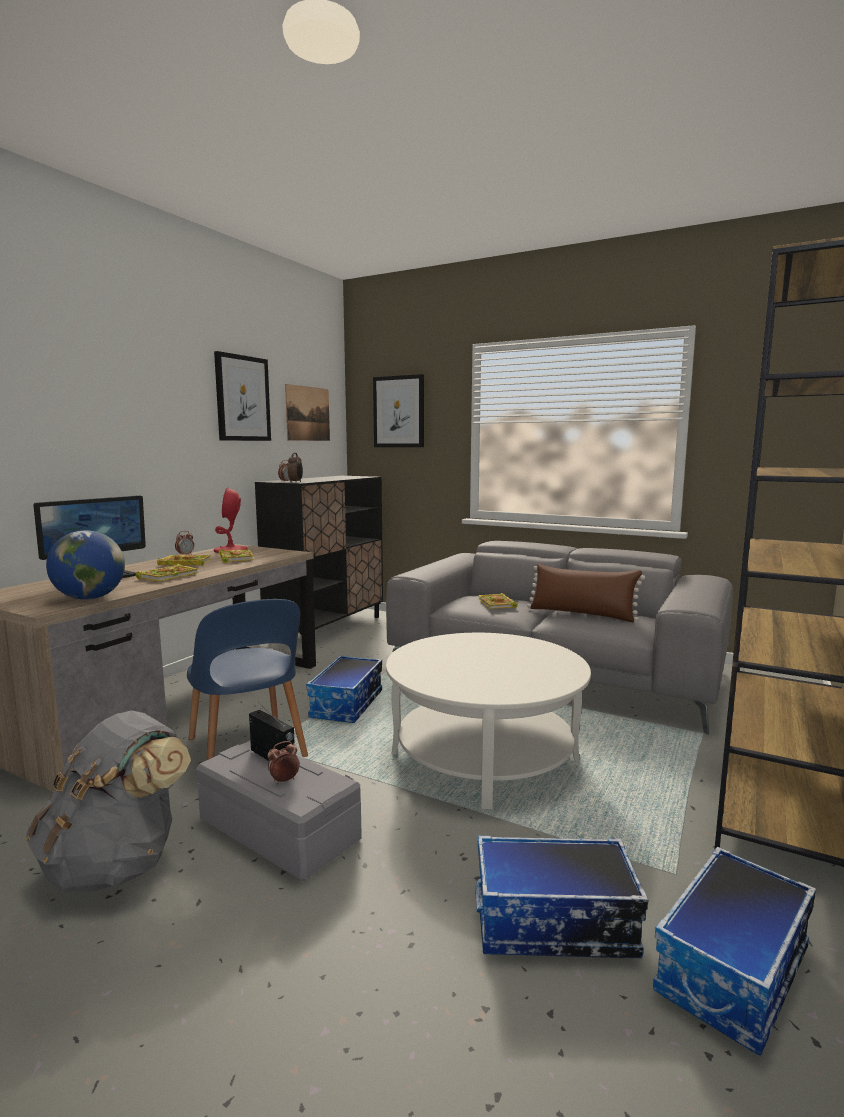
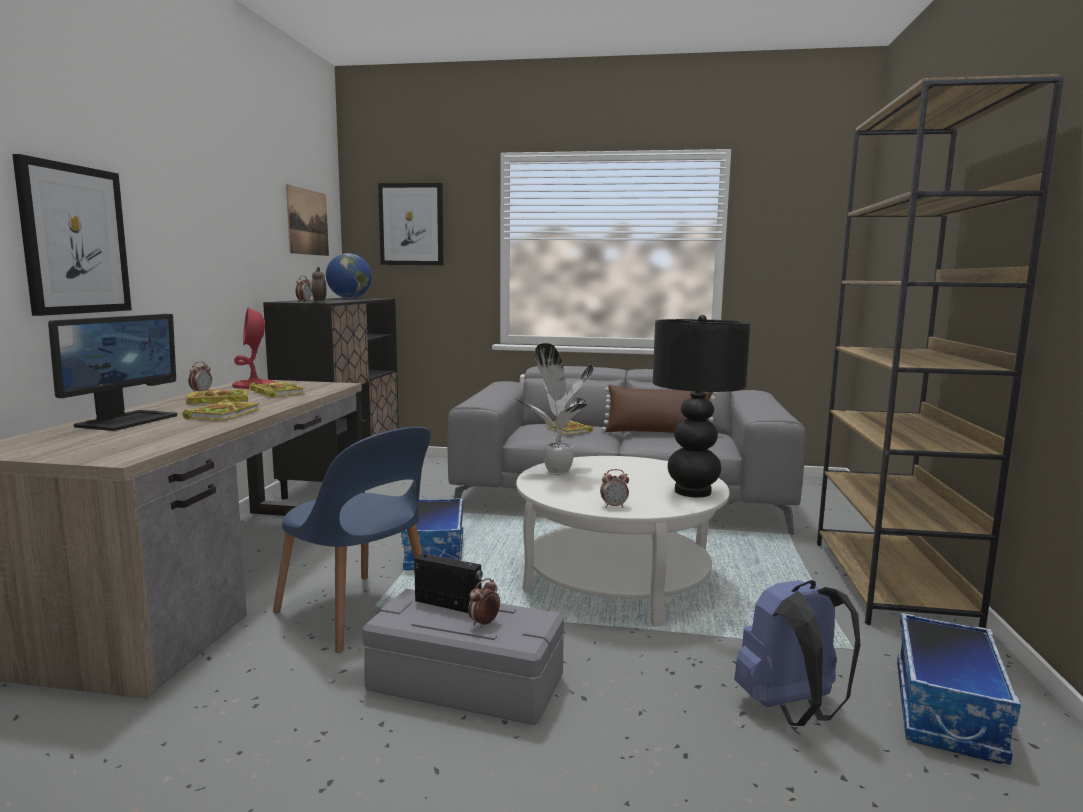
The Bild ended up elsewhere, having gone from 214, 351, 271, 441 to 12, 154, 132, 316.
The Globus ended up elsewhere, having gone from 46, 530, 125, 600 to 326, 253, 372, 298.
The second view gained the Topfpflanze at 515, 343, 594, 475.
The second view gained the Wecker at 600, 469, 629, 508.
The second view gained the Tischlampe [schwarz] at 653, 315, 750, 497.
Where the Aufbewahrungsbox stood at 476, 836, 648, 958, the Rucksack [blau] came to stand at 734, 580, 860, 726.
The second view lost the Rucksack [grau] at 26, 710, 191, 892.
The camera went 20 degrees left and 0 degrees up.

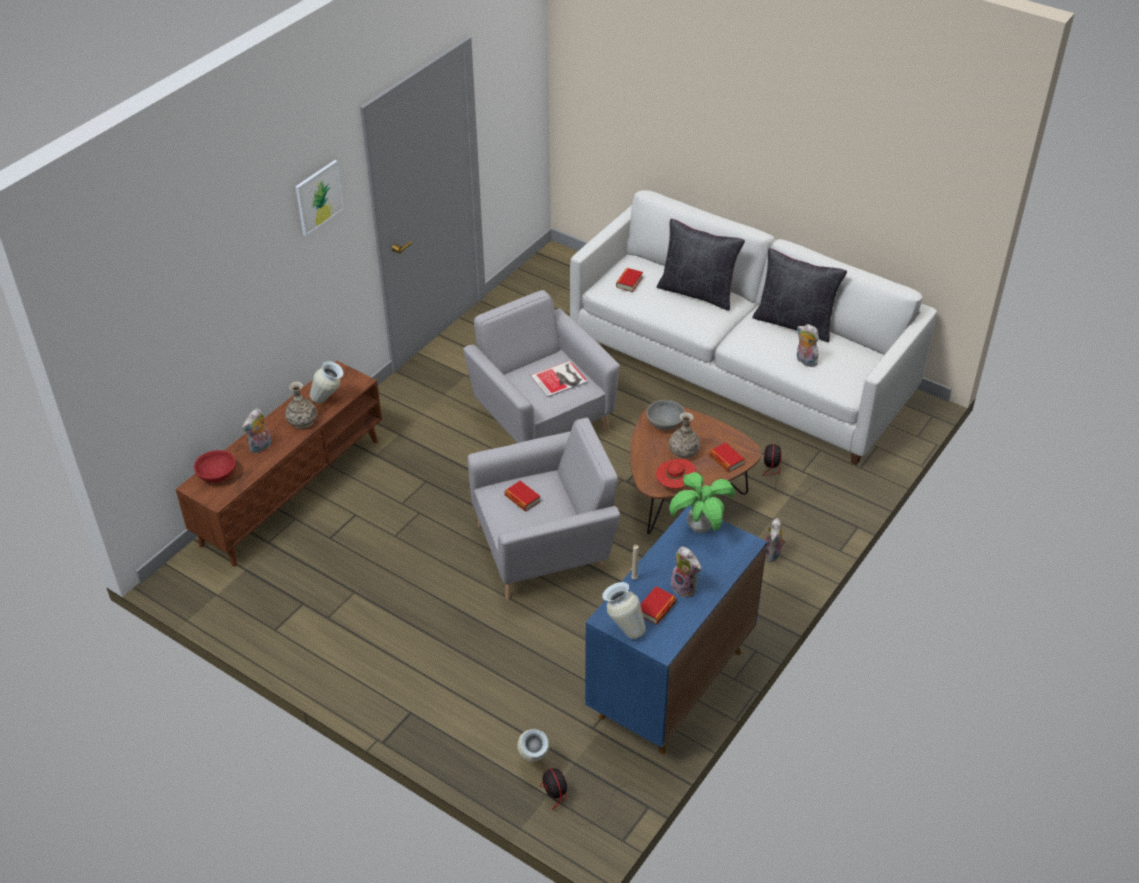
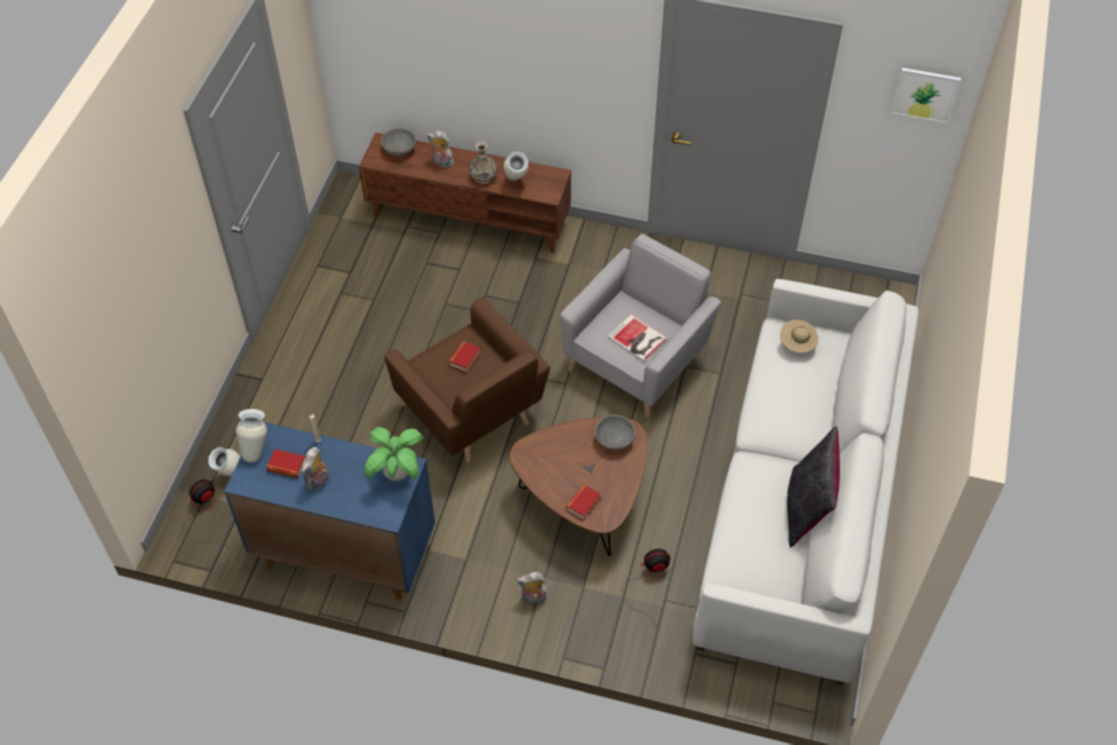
What was the Schüssel [rot] at 194, 450, 236, 483 turned into the Schüssel [grau] at 381, 128, 416, 156.
What was the Sessel [grau] at 468, 418, 620, 600 turned into the Sessel [braun] at 384, 297, 550, 462.
Where the Buch stood at 616, 268, 643, 292, the Hut [beige] came to stand at 780, 320, 819, 353.
The Bild ended up elsewhere, having gone from 295, 160, 344, 236 to 891, 68, 961, 124.
The second view lost the Hut [rot] at 656, 458, 696, 488.
The second view lost the Kissen [schwarz] at 657, 219, 745, 311.
The second view lost the Vase at 669, 412, 700, 459.
The second view lost the Plüschtier at 797, 324, 819, 367.
The camera went 70 degrees right and 10 degrees up.

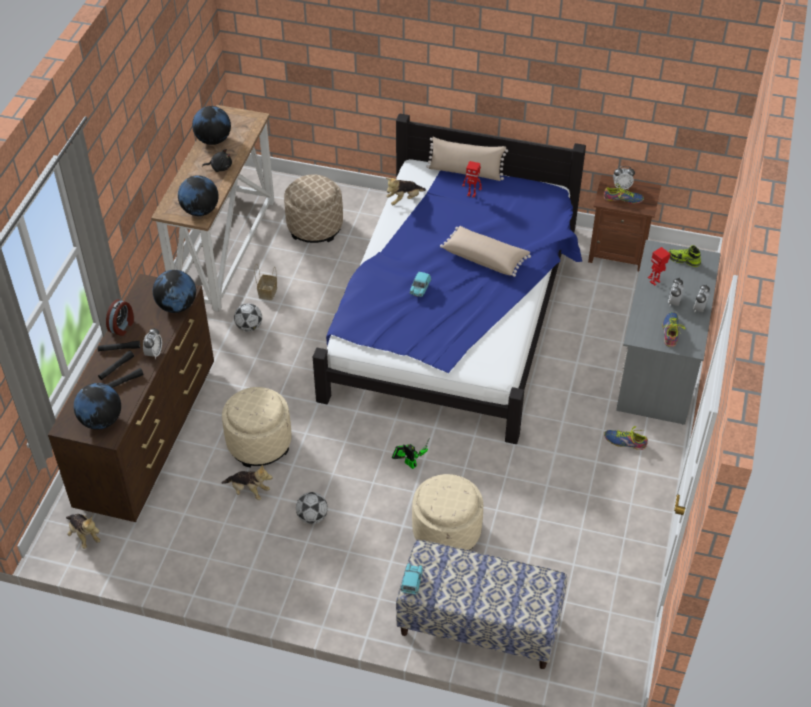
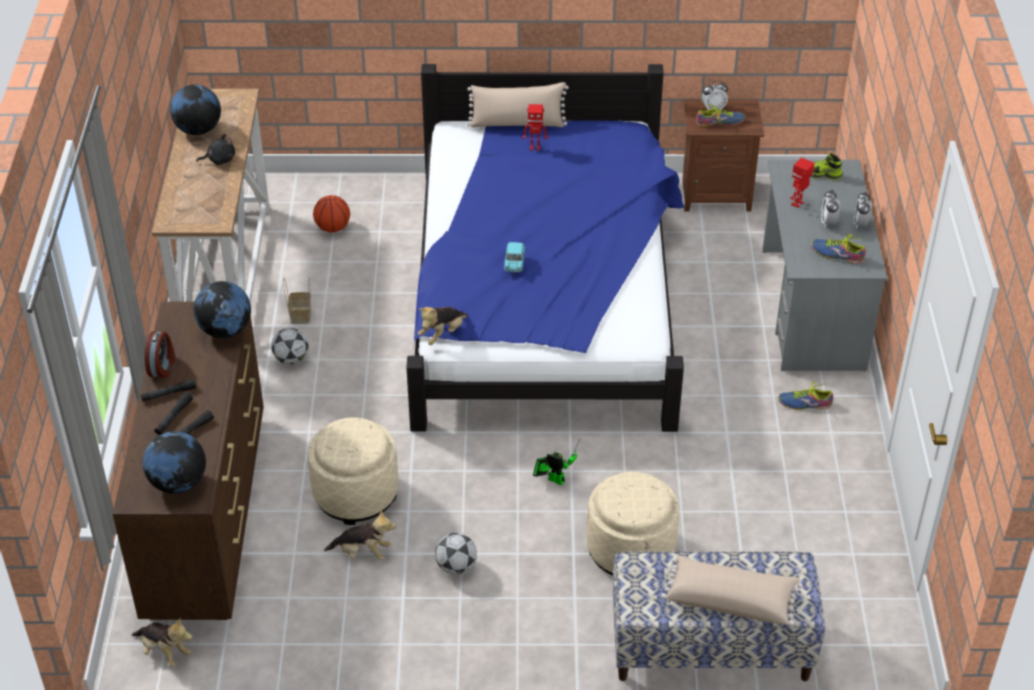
Where the Polsterhocker [beige] stood at 284, 175, 343, 243, the Basketball came to stand at 313, 195, 350, 233.
The Plüschtier ended up elsewhere, having gone from 386, 178, 426, 205 to 418, 307, 468, 345.
The Kissen [beige] ended up elsewhere, having gone from 440, 226, 531, 277 to 661, 555, 803, 626.
The Schuh at 662, 312, 686, 347 ended up facing another way, 60 degrees counterclockwise from before.
The second view lost the Wecker at 143, 328, 162, 359.
The second view lost the Globus at 178, 175, 219, 216.
The second view lost the Spielzeugauto [türkis] at 401, 563, 423, 594.
The camera went 15 degrees left and 5 degrees down.

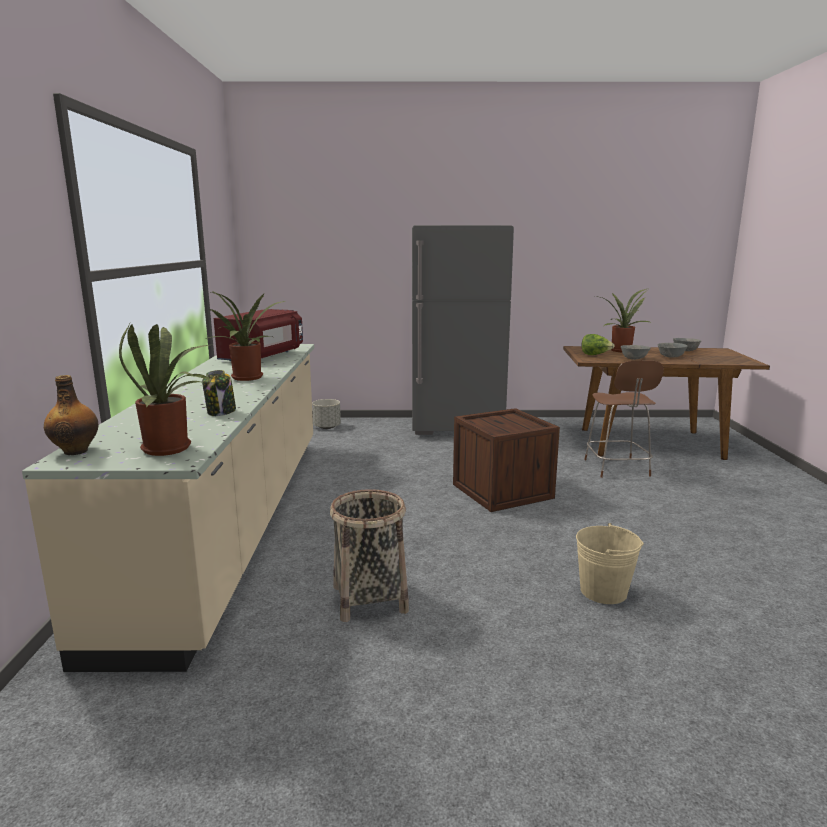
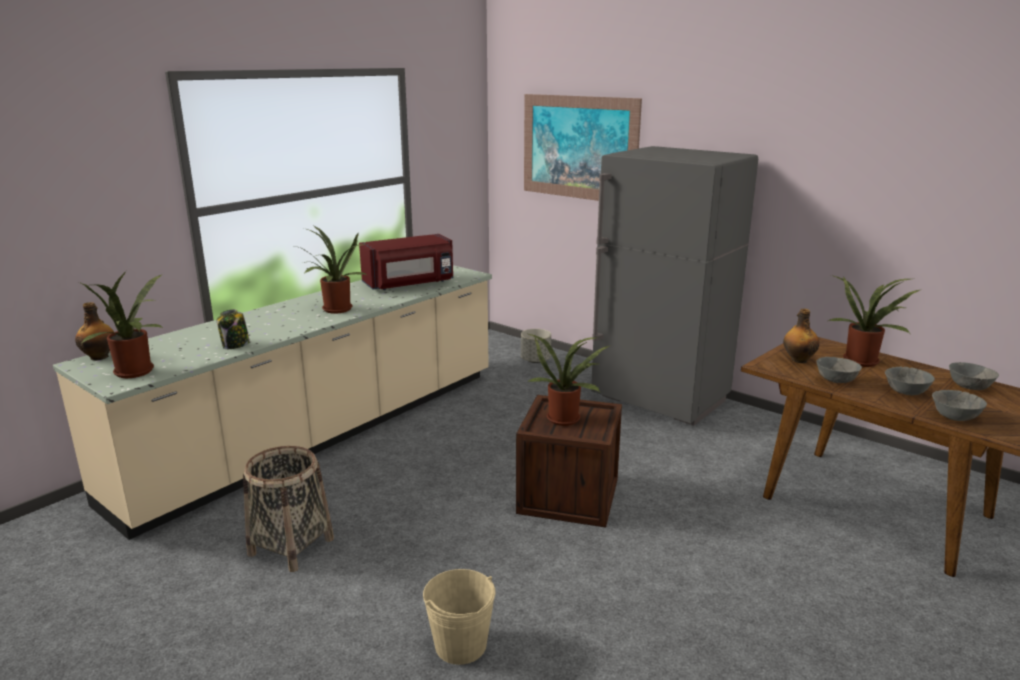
The second view gained the Bild at 524, 94, 642, 201.
The second view gained the Topfpflanze at 529, 334, 609, 426.
Where the Salatkopf stood at 581, 334, 615, 355, the Flasche came to stand at 783, 309, 819, 363.
The second view gained the Schüssel [grau] at 932, 390, 987, 421.
The second view lost the Stuhl [braun] at 584, 360, 664, 478.
The camera went 40 degrees right and 5 degrees up.

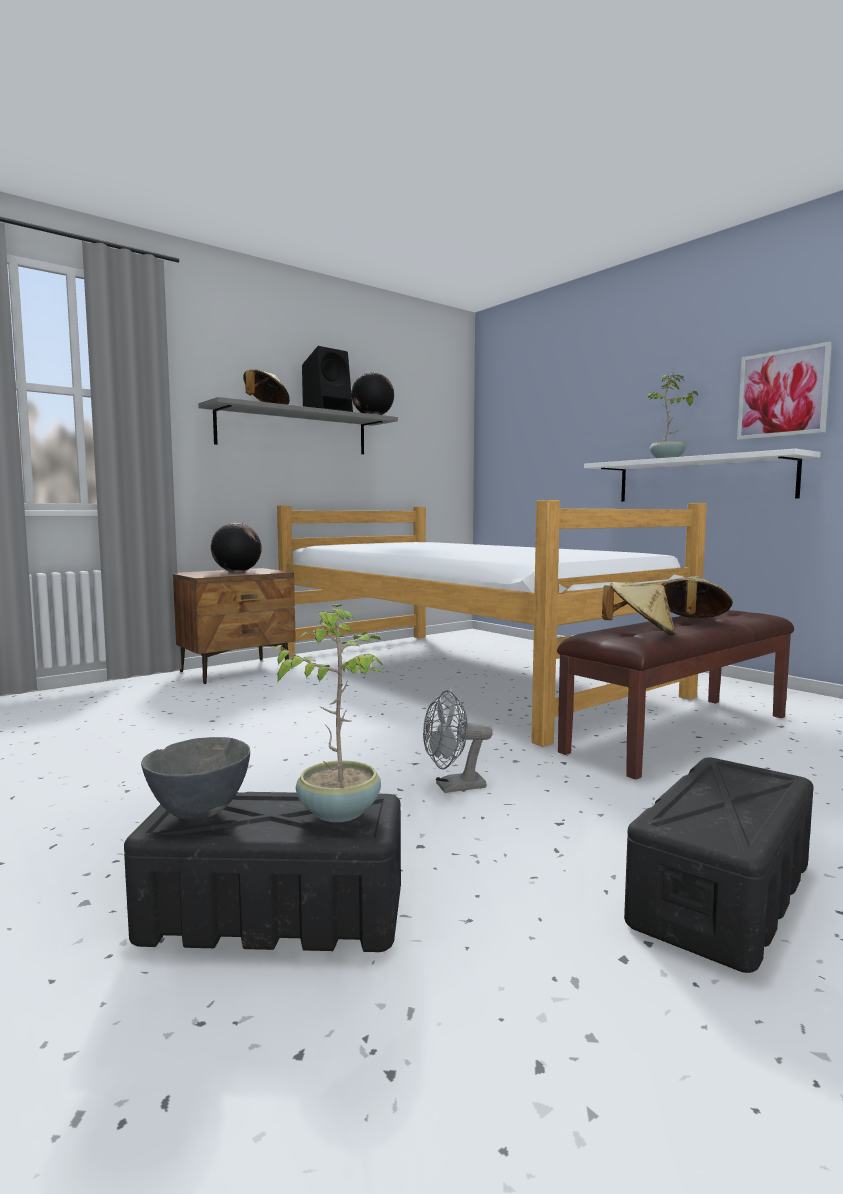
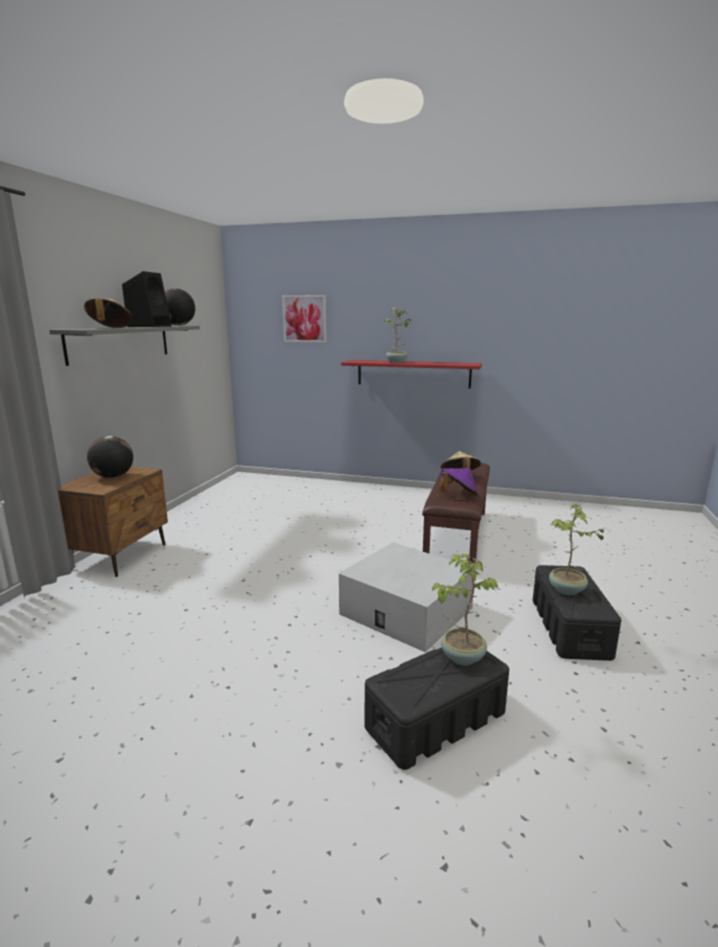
The Bild ended up elsewhere, having gone from 737, 342, 832, 440 to 282, 295, 327, 343.
Where the Ventilator [grau] stood at 423, 690, 493, 793, the Aufbewahrungsbox [weiß] came to stand at 339, 542, 473, 652.
What was the Wandregal [weiß] at 584, 449, 821, 502 turned into the Wandregal [rot] at 341, 360, 482, 389.
What was the Hut [beige] at 602, 582, 675, 636 turned into the Hut [lila] at 440, 468, 479, 496.
The second view gained the Topfpflanze at 549, 503, 605, 595.
The second view lost the Schüssel [grau] at 141, 737, 250, 820.
The second view lost the Bett at 277, 500, 707, 747.
The camera went 35 degrees left and 10 degrees up.

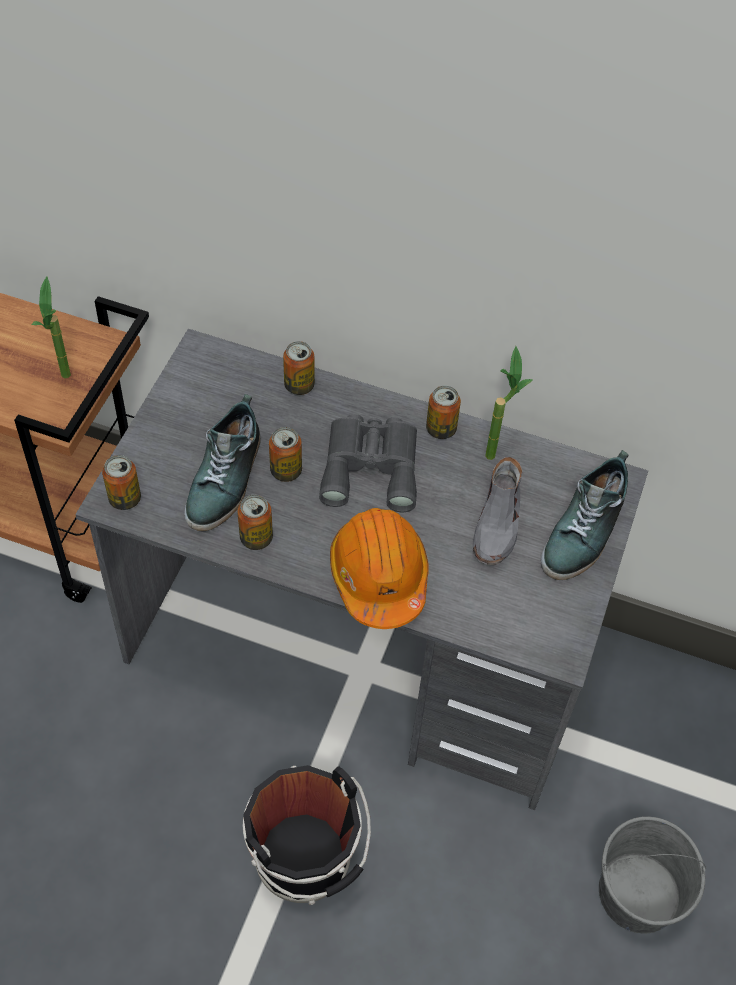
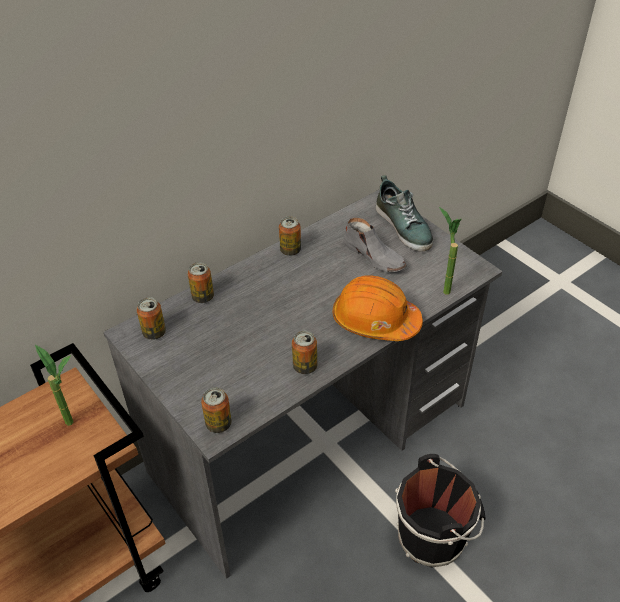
The Dose ended up elsewhere, having gone from 269, 427, 302, 482 to 136, 297, 166, 340.
The Topfpflanze ended up elsewhere, having gone from 485, 346, 533, 460 to 439, 207, 461, 295.
The second view lost the Schuh at 184, 394, 260, 531.
The second view lost the Fernglas [grau] at 319, 414, 417, 512.
The second view lost the Eimer [grau] at 599, 816, 706, 934.
The camera went 55 degrees left and 10 degrees down.

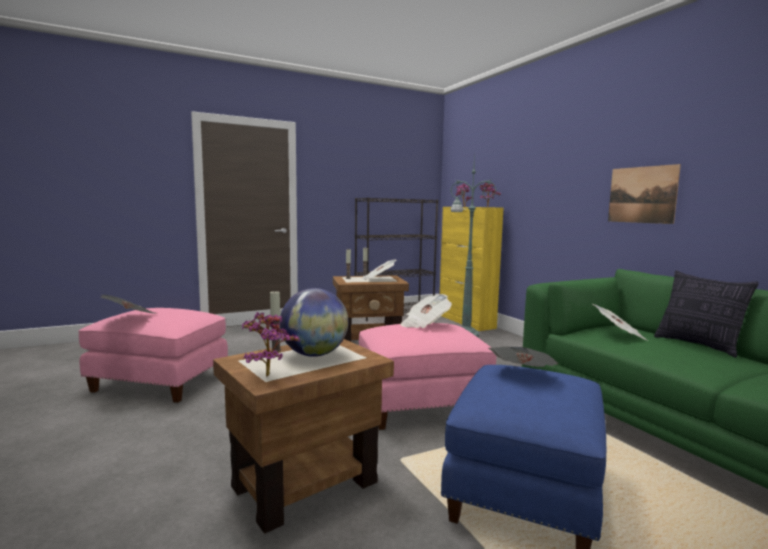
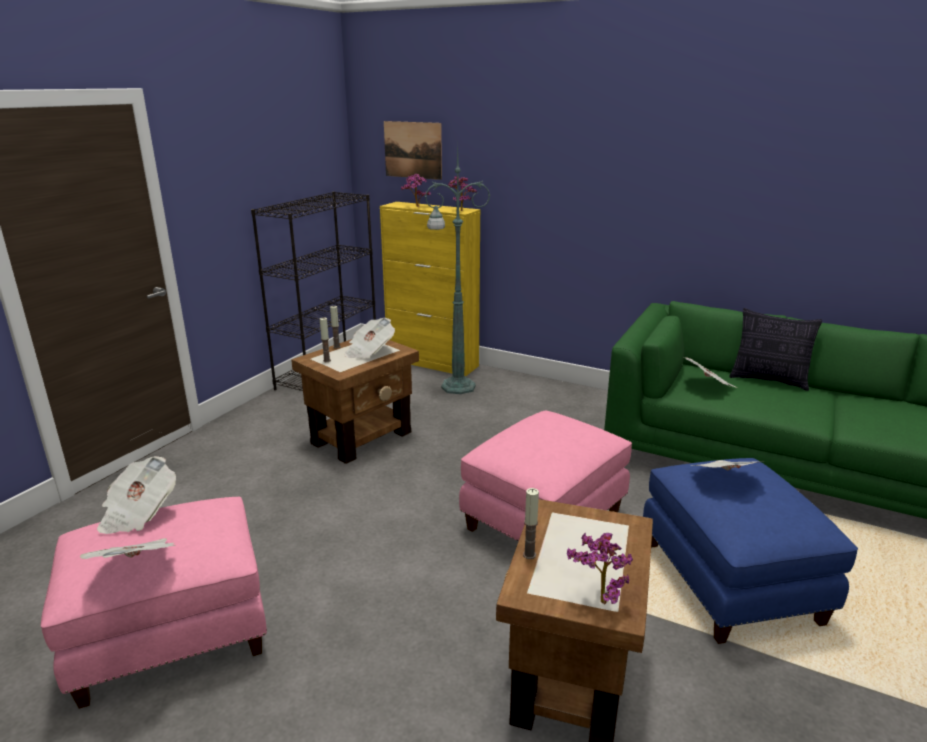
The Zeitung ended up elsewhere, having gone from 400, 294, 452, 328 to 97, 456, 176, 534.
The Bild ended up elsewhere, having gone from 608, 164, 681, 224 to 384, 121, 442, 180.
The second view lost the Globus at 280, 288, 348, 357.
The camera went 35 degrees left and 15 degrees up.

